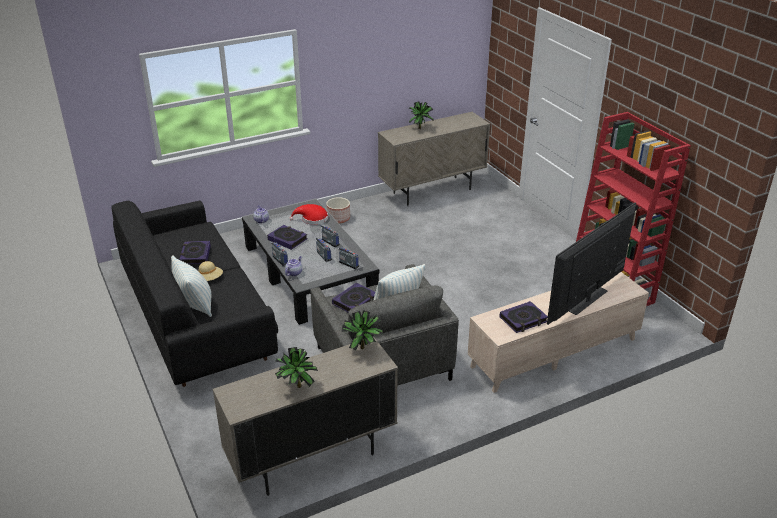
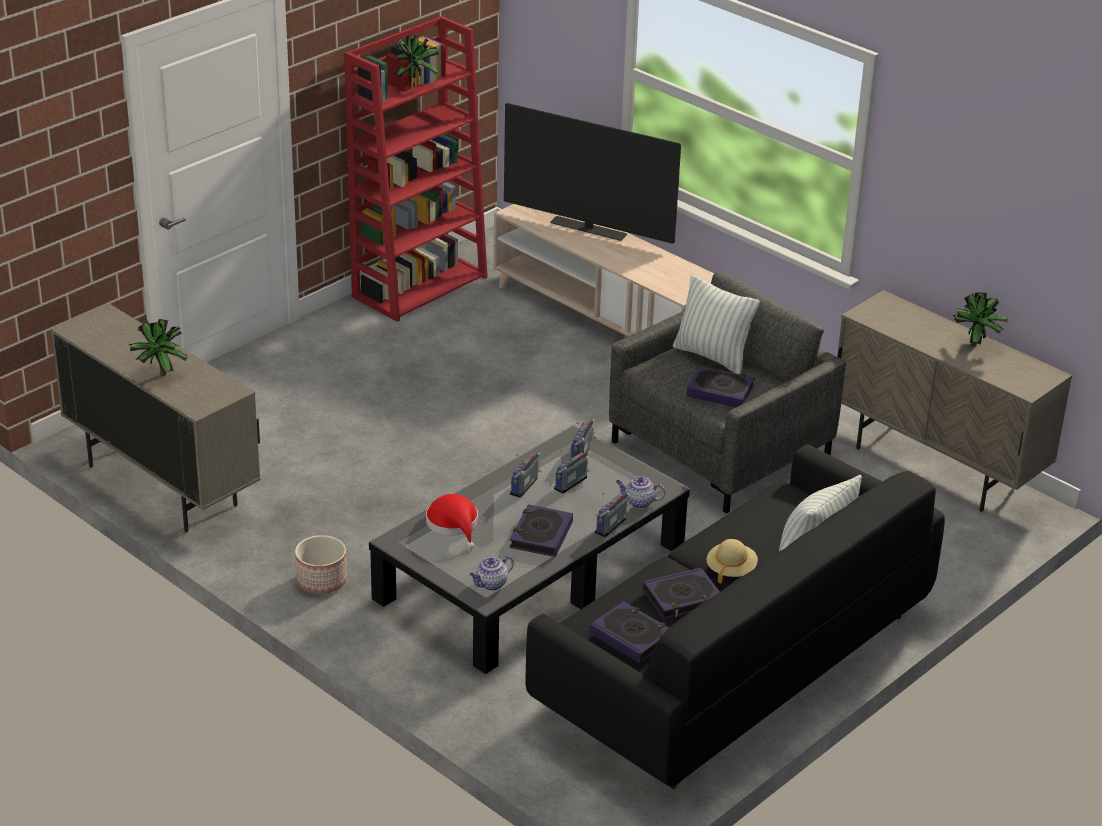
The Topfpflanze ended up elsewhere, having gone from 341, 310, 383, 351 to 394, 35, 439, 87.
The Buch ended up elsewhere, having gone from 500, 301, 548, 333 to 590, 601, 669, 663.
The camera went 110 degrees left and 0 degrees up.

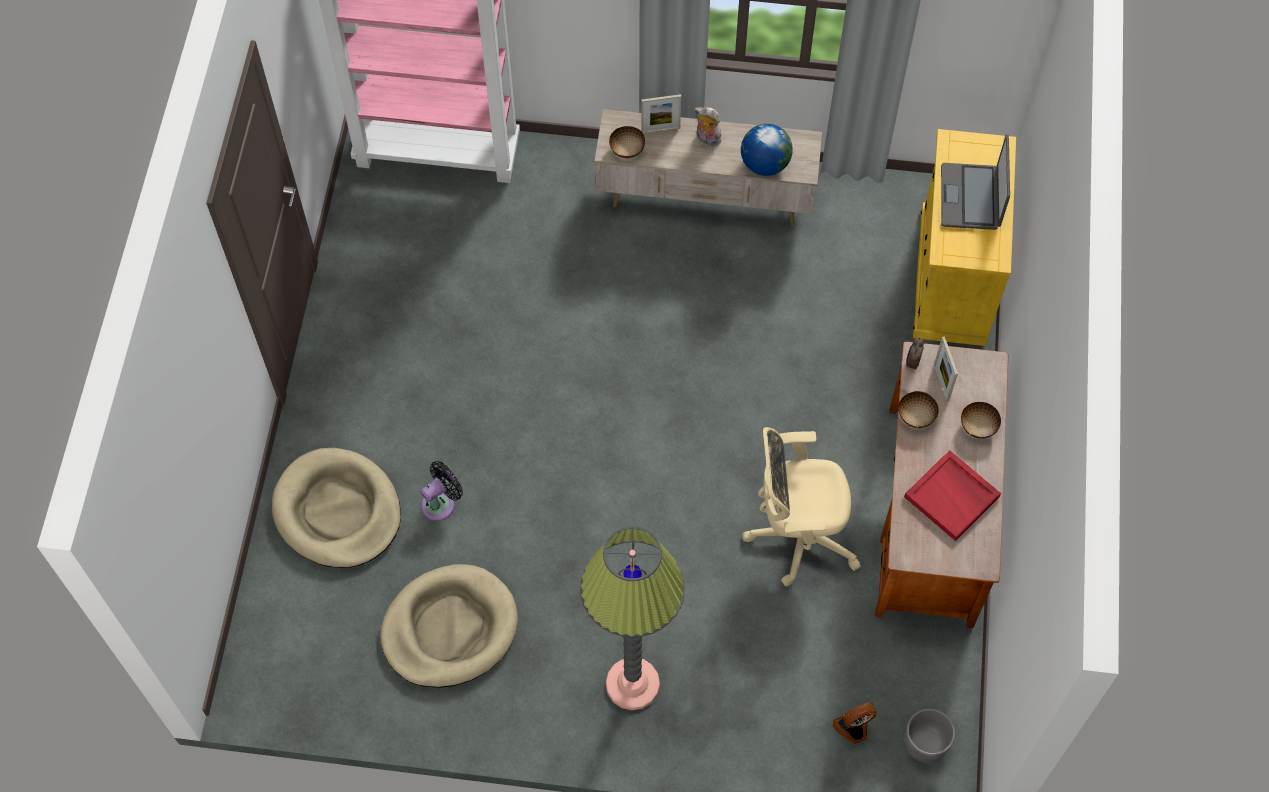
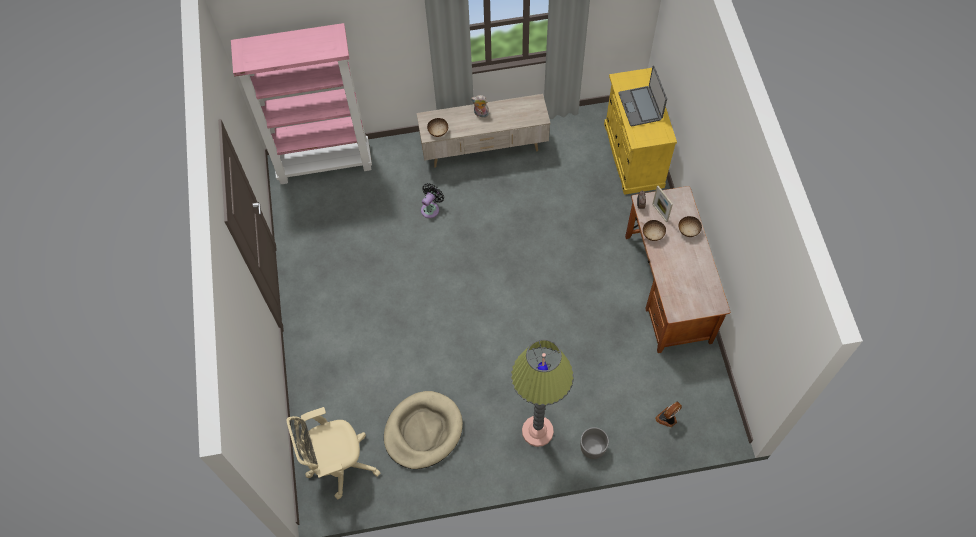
The Bürostuhl [beige] ended up elsewhere, having gone from 742, 427, 861, 586 to 287, 407, 381, 499.
The Ventilator [schwarz] ended up elsewhere, having gone from 421, 461, 463, 521 to 421, 183, 444, 218.
The Pflanzkübel [grau] ended up elsewhere, having gone from 905, 709, 955, 763 to 580, 427, 609, 459.
The second view lost the Hundebett [beige] at 272, 448, 401, 568.
The second view lost the Bilderrahmen at 641, 94, 681, 134.
The second view lost the Globus at 741, 124, 793, 176.
The second view lost the Tablett [rot] at 904, 450, 1001, 541.
The camera went 15 degrees left and 0 degrees up.

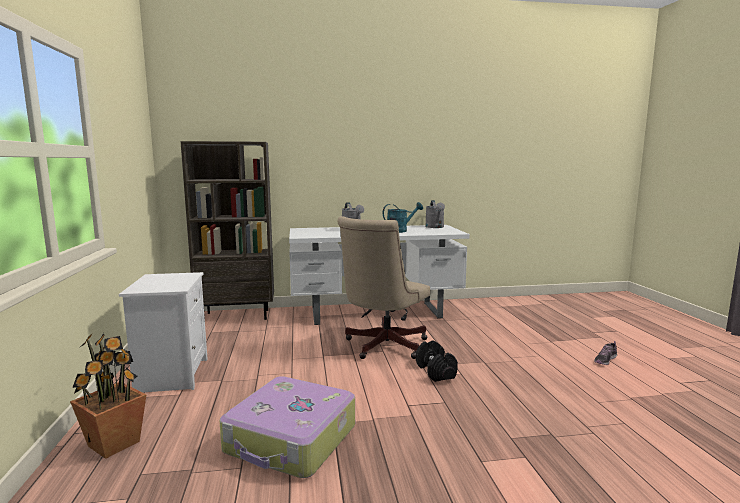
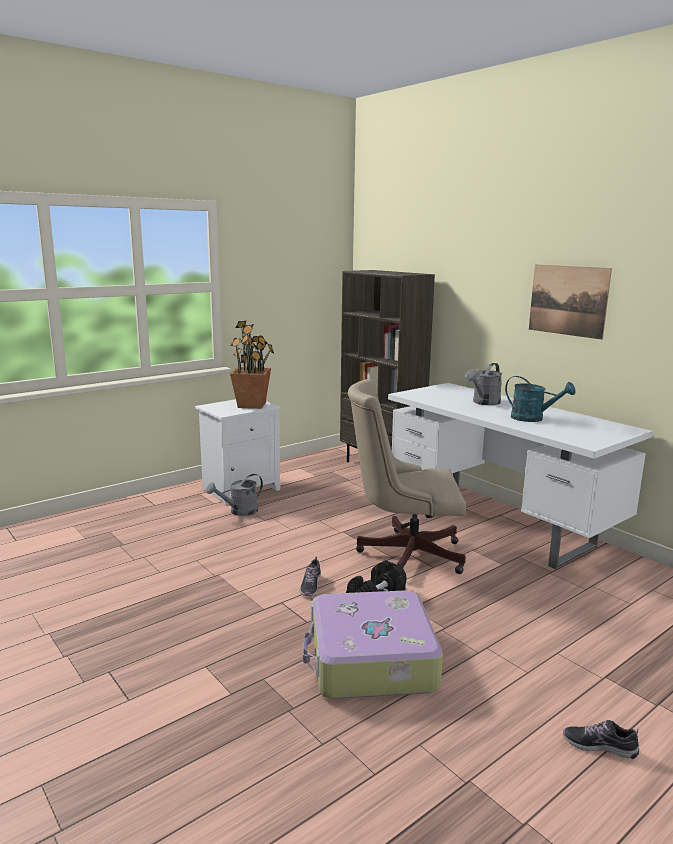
The Gießkanne [grau] ended up elsewhere, having gone from 425, 200, 445, 228 to 206, 474, 263, 516.
The Topfpflanze ended up elsewhere, having gone from 70, 332, 146, 459 to 230, 321, 274, 409.
The second view gained the Schuh at 300, 557, 321, 596.
The Koffer ended up elsewhere, having gone from 219, 376, 355, 478 to 303, 590, 443, 699.
The second view gained the Bild at 529, 265, 612, 340.
The camera went 60 degrees right and 5 degrees up.

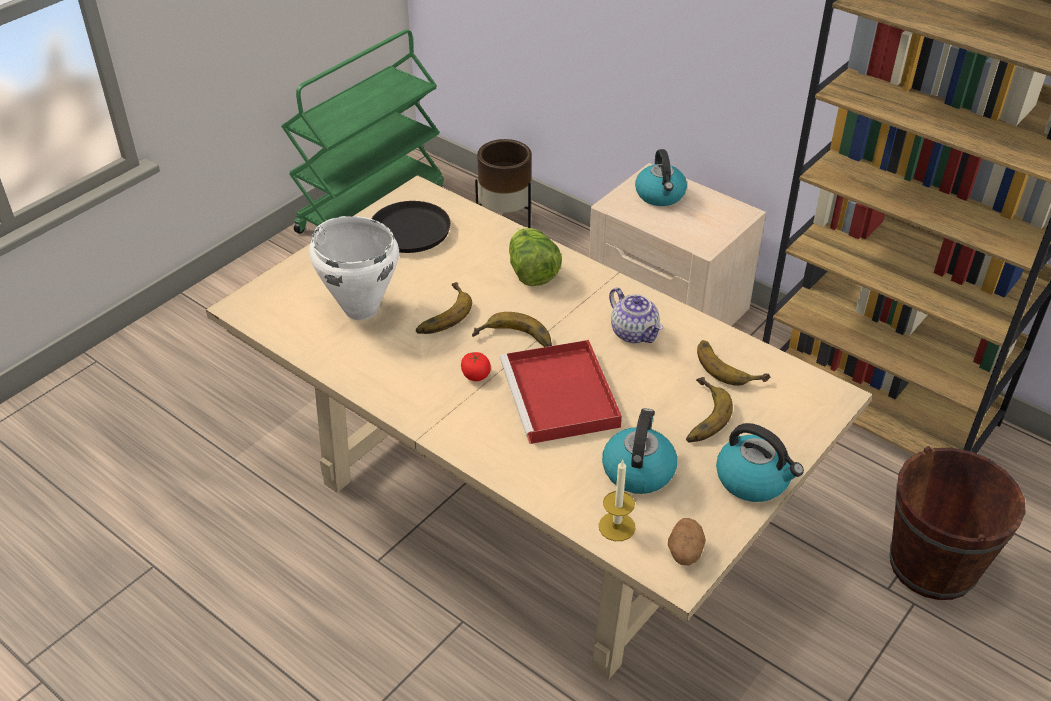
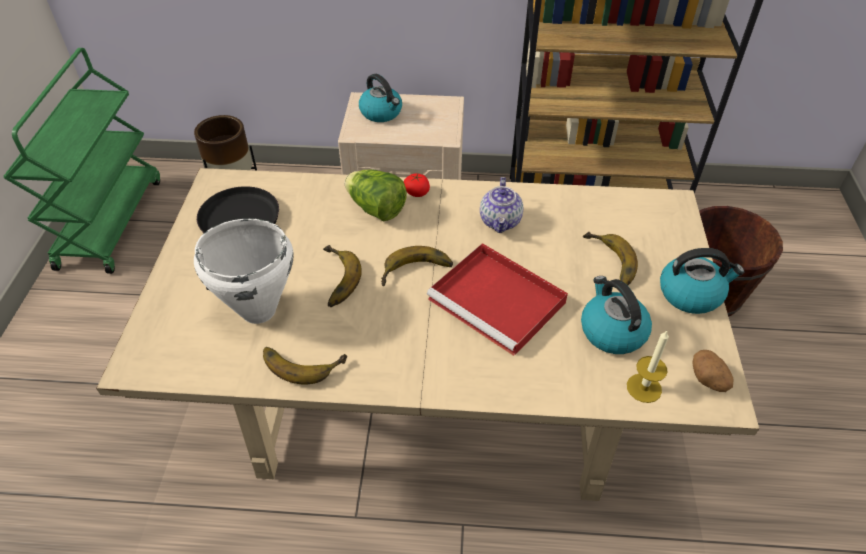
The Banane ended up elsewhere, having gone from 697, 340, 770, 386 to 263, 347, 347, 385.
The Tomate ended up elsewhere, having gone from 461, 352, 491, 381 to 404, 173, 430, 197.
The Teekanne at 609, 287, 663, 343 ended up facing another way, 75 degrees clockwise from before.
The camera went 35 degrees left and 5 degrees up.

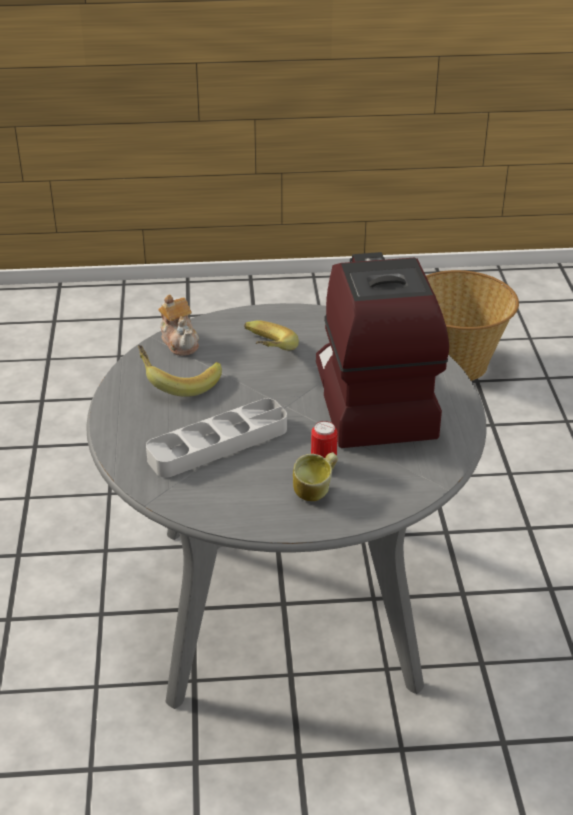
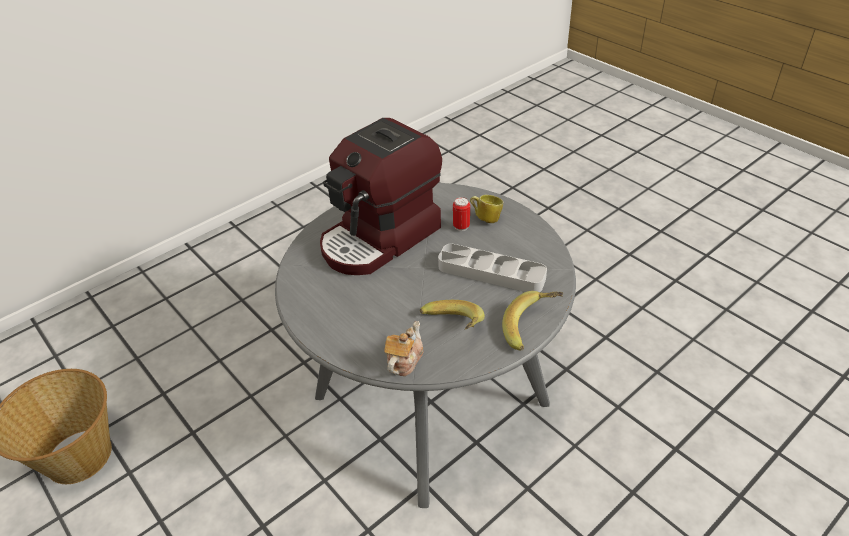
The Banane ended up elsewhere, having gone from 244, 320, 299, 350 to 502, 291, 563, 351.
The camera went 125 degrees left and 5 degrees up.

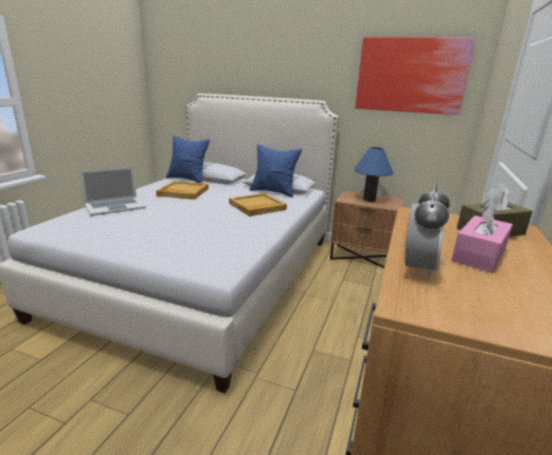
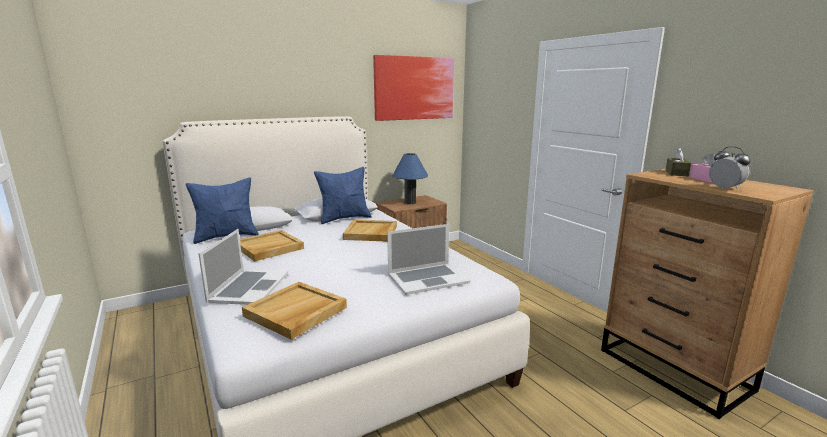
The second view gained the Tablett [beige] at 242, 282, 347, 340.
The second view gained the Laptop at 387, 224, 470, 295.
The camera went 50 degrees left and 5 degrees down.

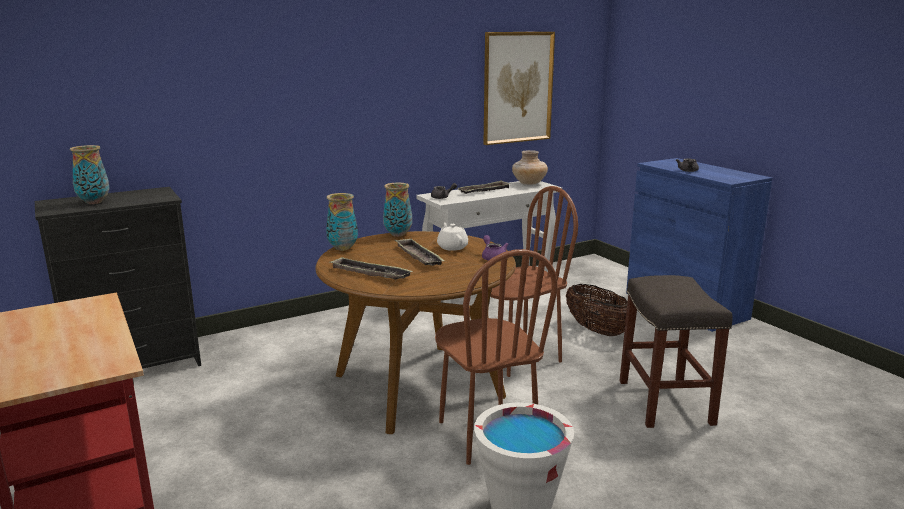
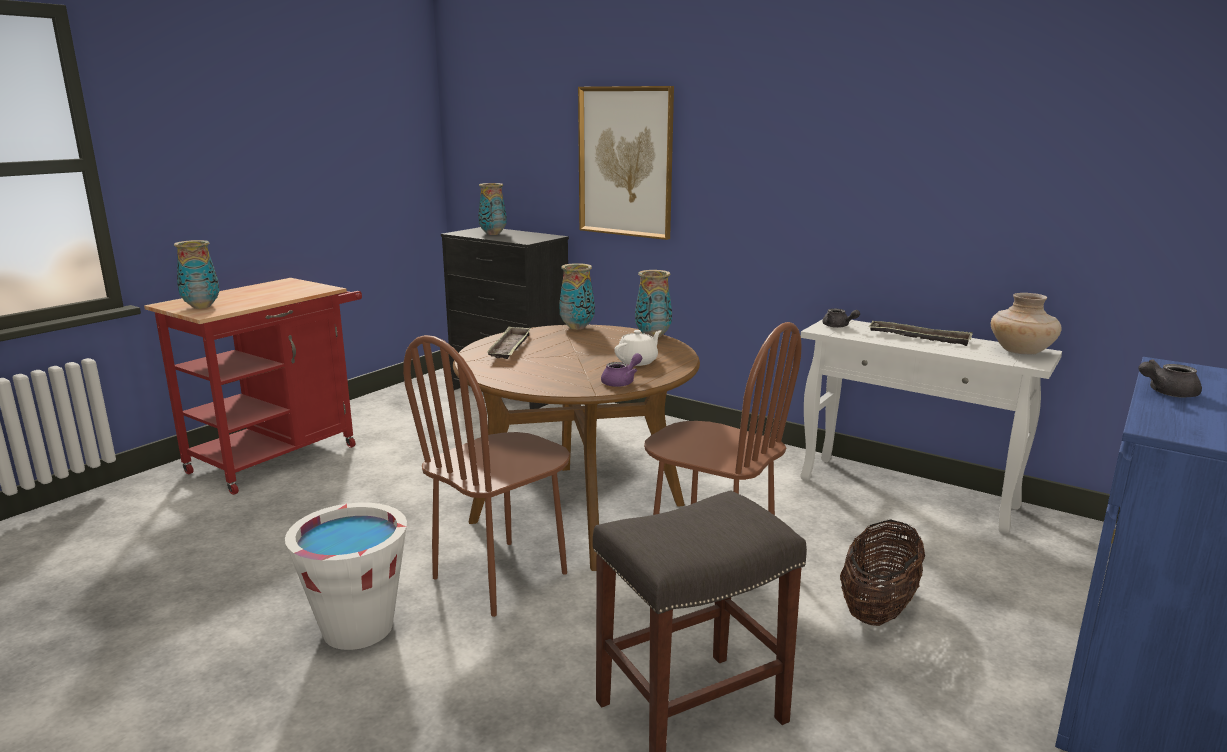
The second view gained the Vase at 174, 240, 220, 309.
The Bild ended up elsewhere, having gone from 484, 32, 555, 145 to 578, 86, 674, 240.
The second view lost the Tablett at 394, 238, 444, 266.
The camera went 65 degrees right and 0 degrees up.

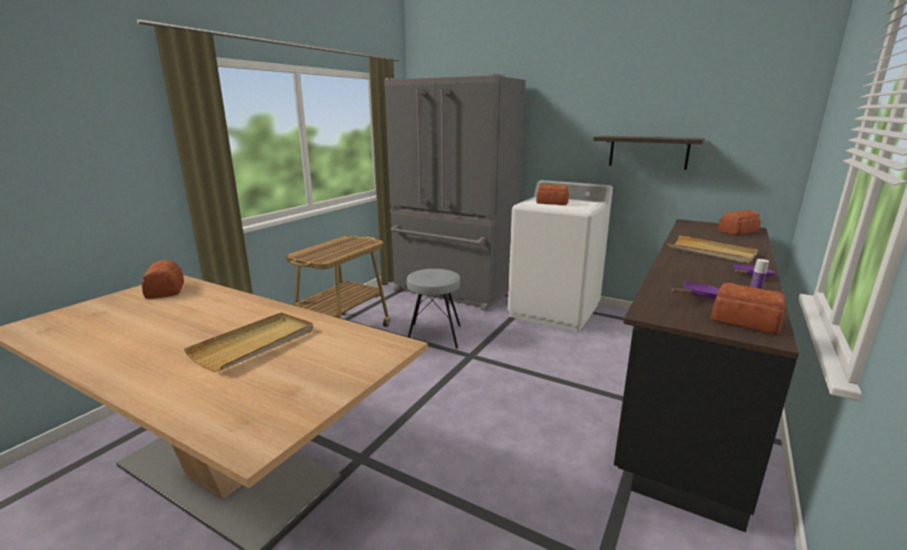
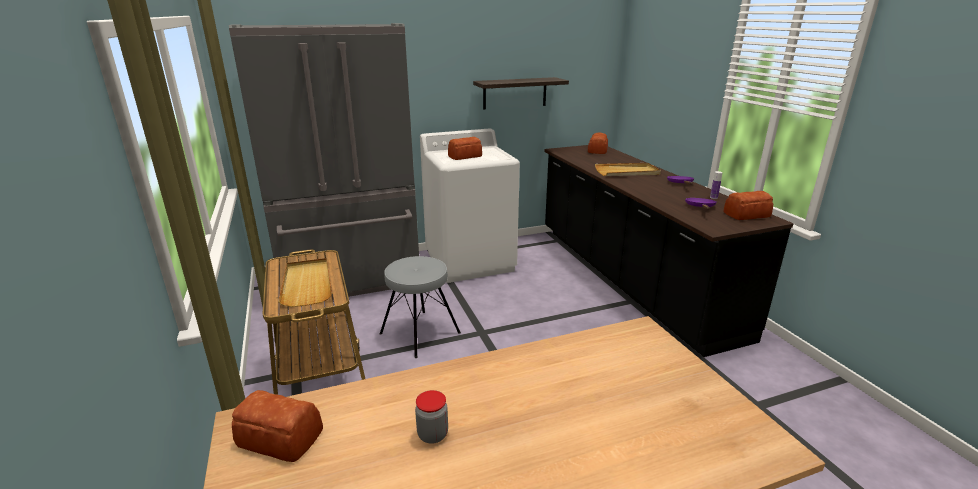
The Tablett [beige] ended up elsewhere, having gone from 184, 312, 313, 372 to 278, 258, 332, 307.
The second view gained the Vorratsglas at 415, 390, 448, 444.
The camera went 50 degrees left and 5 degrees up.

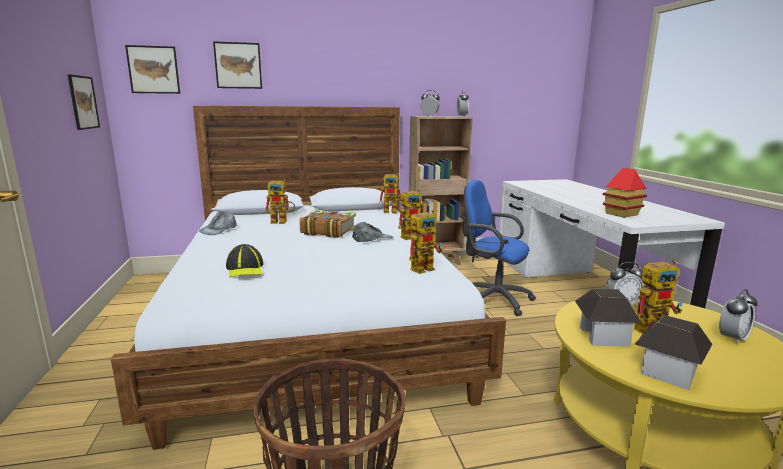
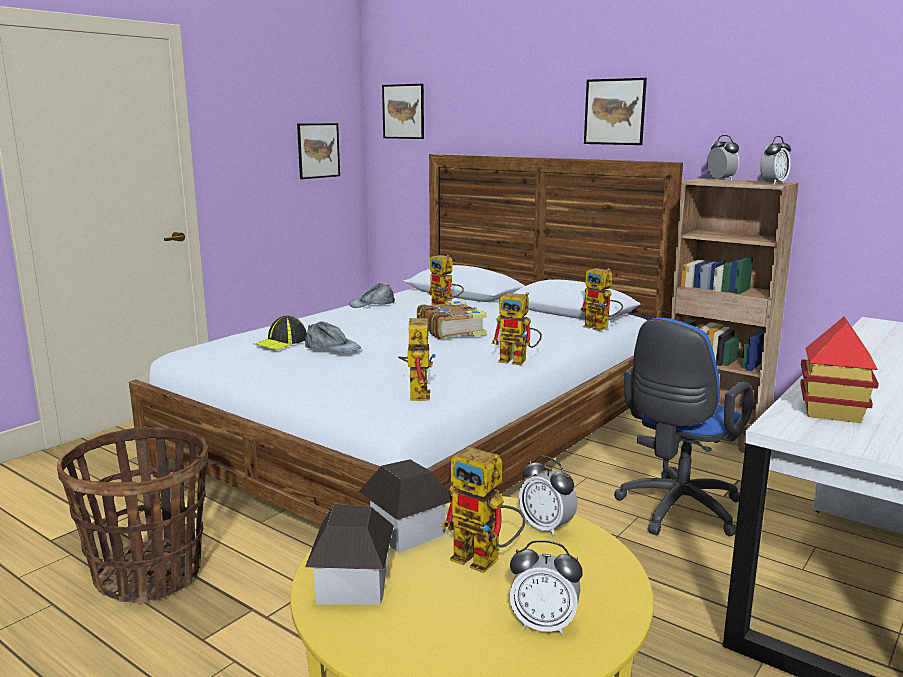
The Kappe [grau] ended up elsewhere, having gone from 352, 222, 393, 242 to 305, 321, 361, 353.
The Spielzeugroboter at 409, 209, 443, 274 ended up facing another way, 105 degrees counterclockwise from before.
The Bild ended up elsewhere, having gone from 213, 41, 262, 89 to 584, 78, 647, 145.
The Bürostuhl [blau] at 462, 180, 536, 316 ended up facing another way, 135 degrees counterclockwise from before.
The camera went 50 degrees right and 0 degrees up.

